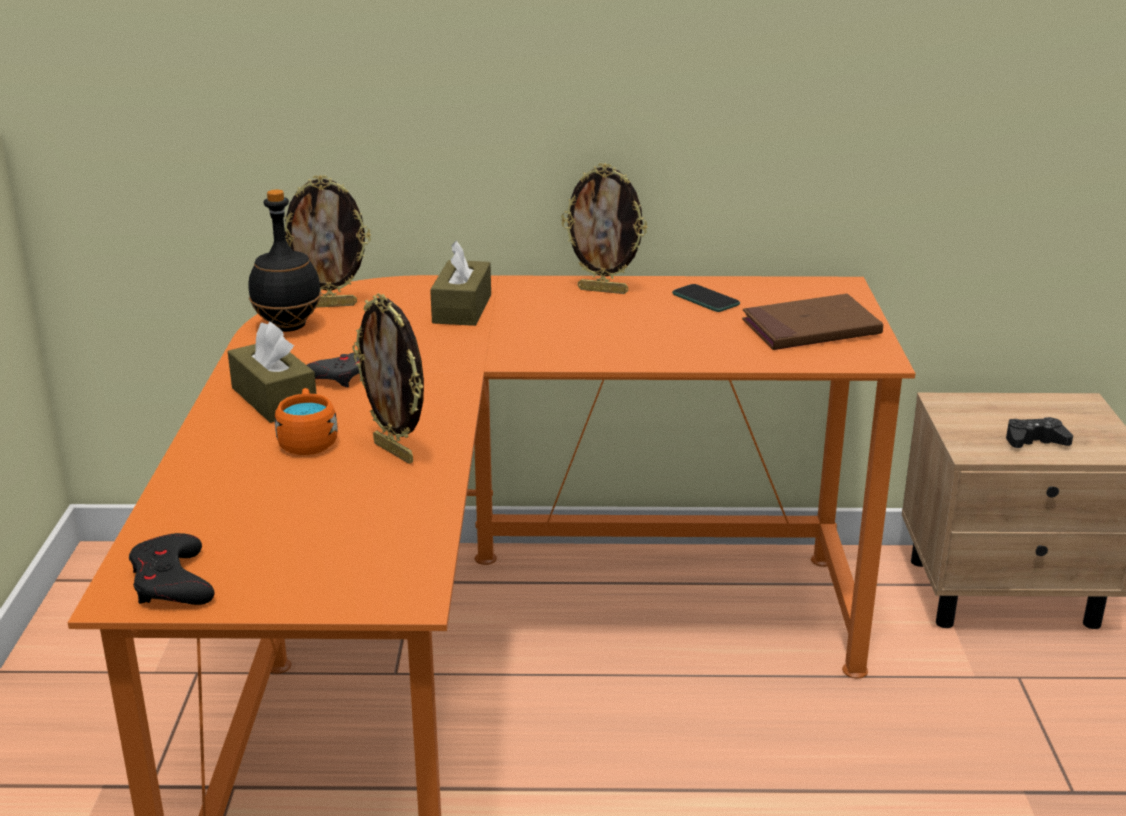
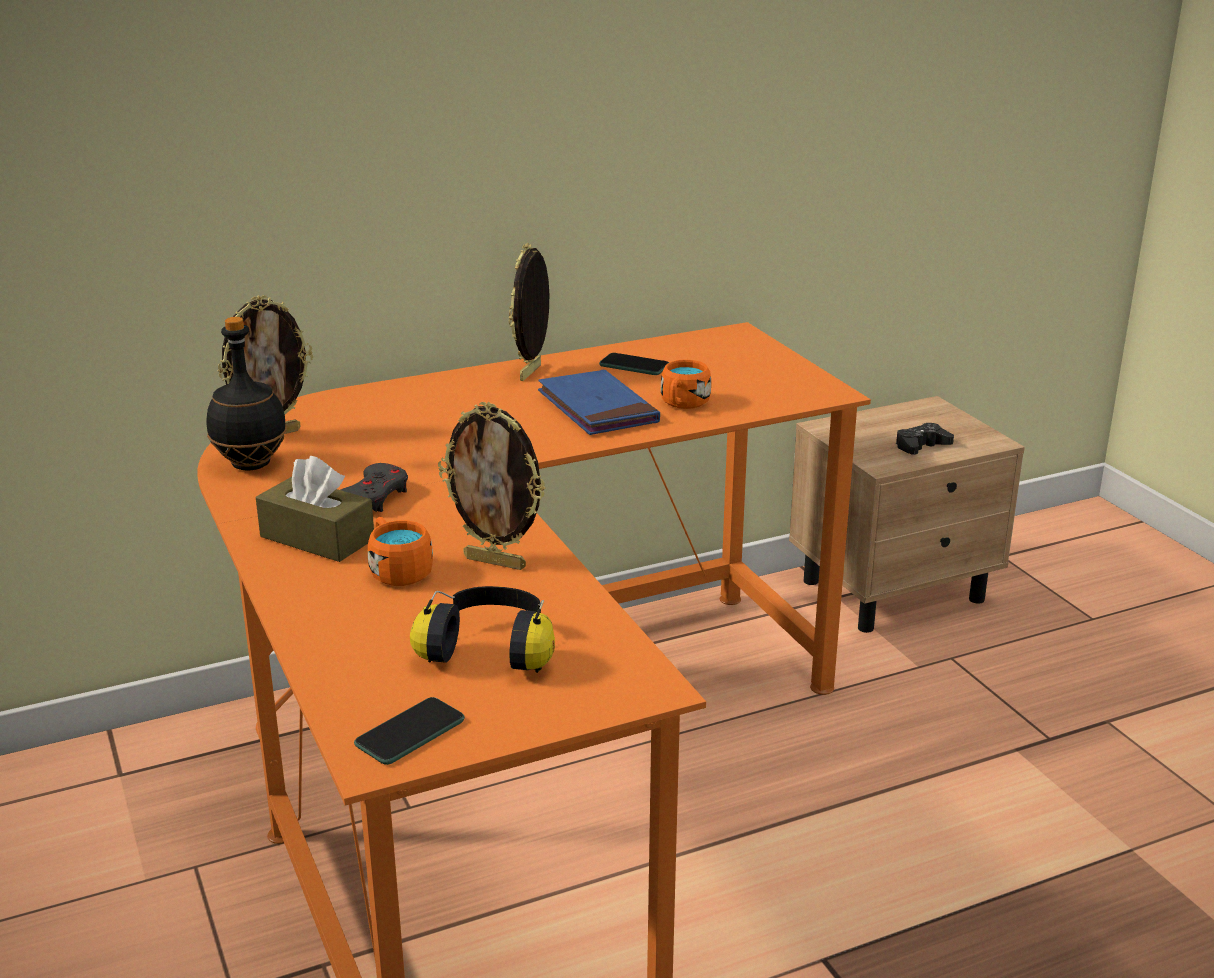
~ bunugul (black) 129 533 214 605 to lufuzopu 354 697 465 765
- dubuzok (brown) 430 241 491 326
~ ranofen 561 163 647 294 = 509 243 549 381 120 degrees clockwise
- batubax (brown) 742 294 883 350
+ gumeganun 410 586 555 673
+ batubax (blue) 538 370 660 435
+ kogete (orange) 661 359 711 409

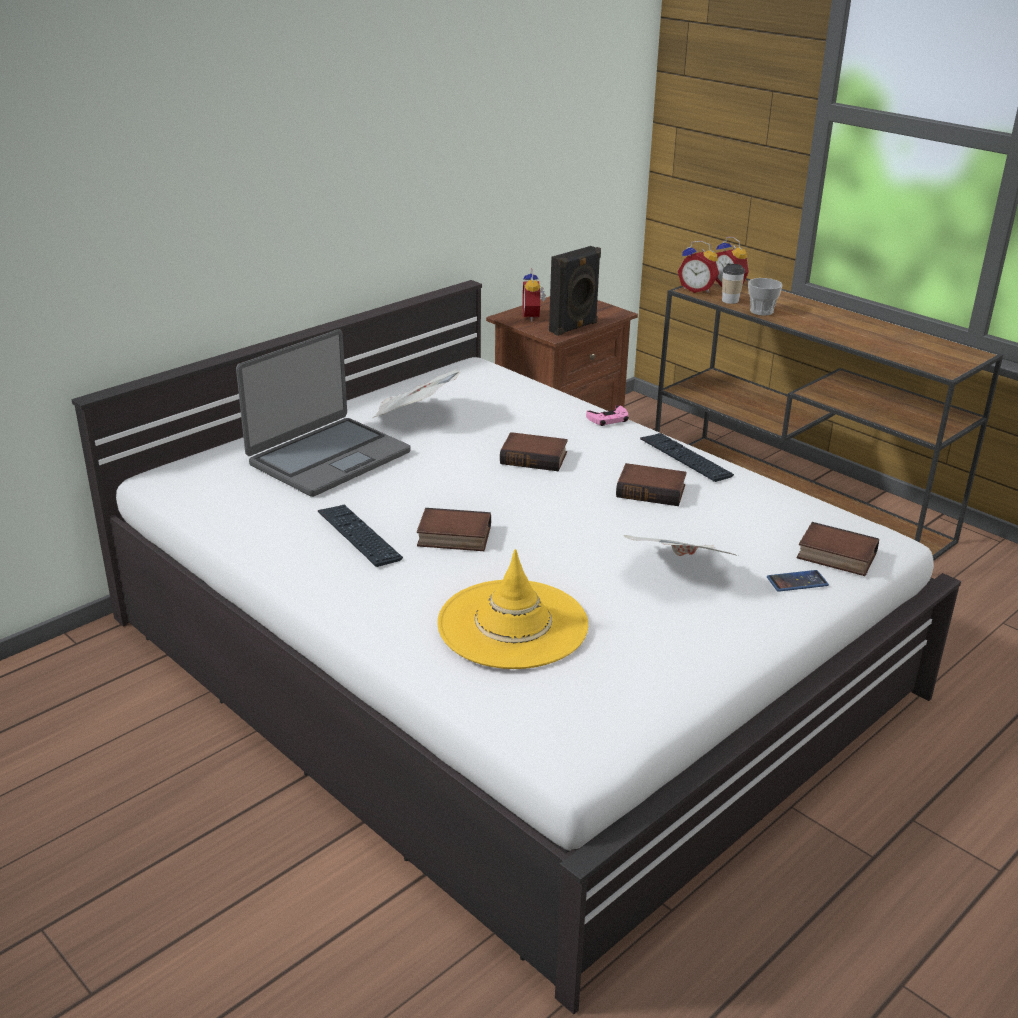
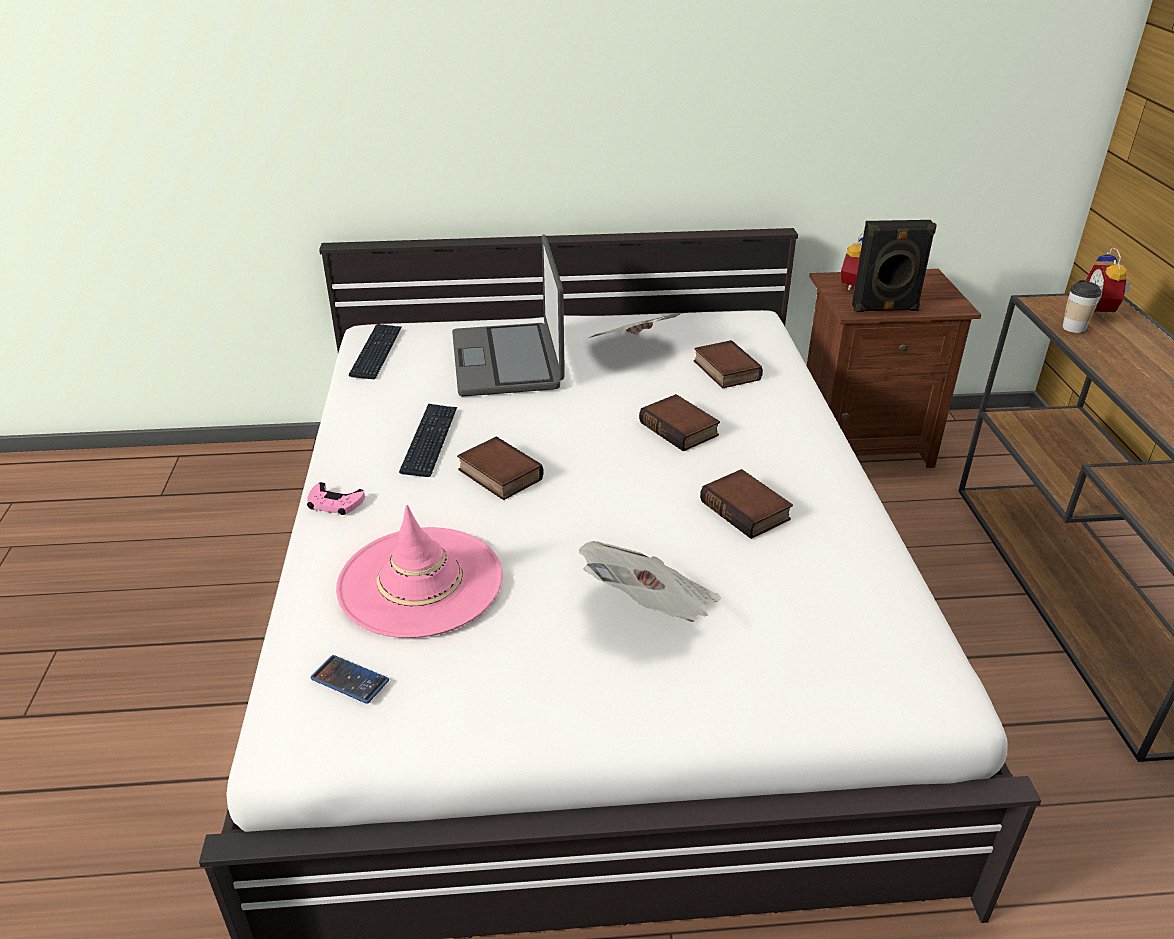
~ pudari 236 329 410 497 = 452 235 565 397 90 degrees clockwise
~ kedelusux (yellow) 437 549 588 669 to kedelusux (pink) 336 505 502 638
~ bunugul (pink) 586 405 629 426 to 307 482 365 515
~ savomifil 640 433 734 482 to 349 324 401 379
- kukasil 678 241 719 293
- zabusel 748 278 783 316
~ lufuzopu 767 570 829 592 to 310 655 389 704
~ batubax 797 522 879 576 to 694 340 763 388

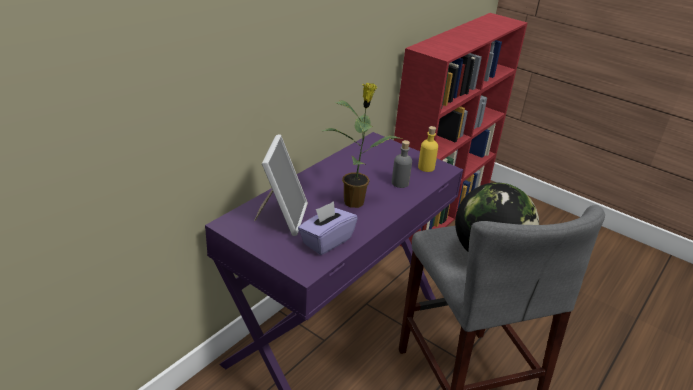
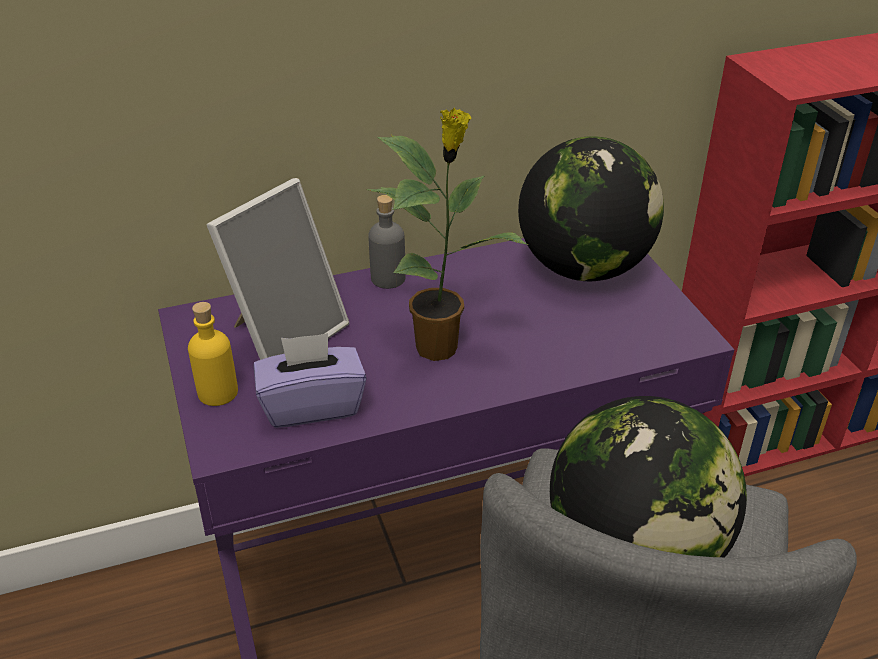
~ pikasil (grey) 392 140 412 188 to 368 195 406 289
~ pikasil (yellow) 418 126 438 172 to 188 302 238 406
+ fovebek 518 136 664 281

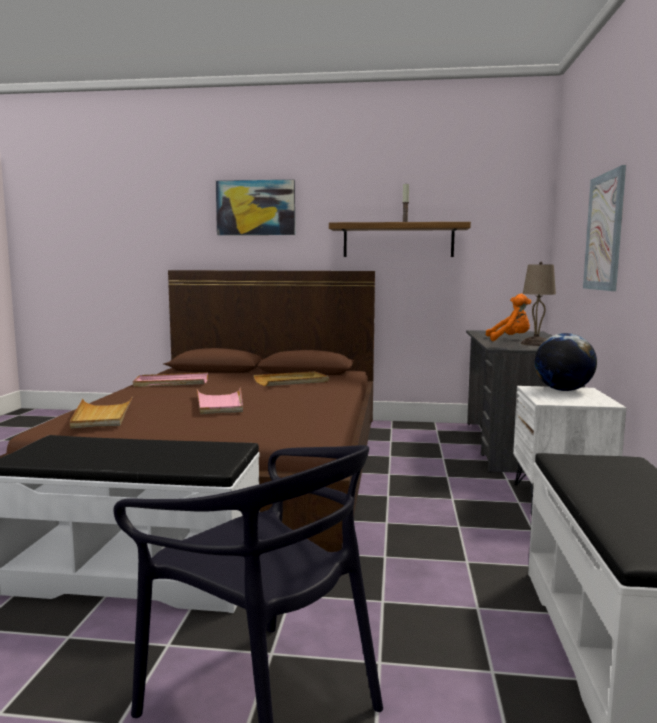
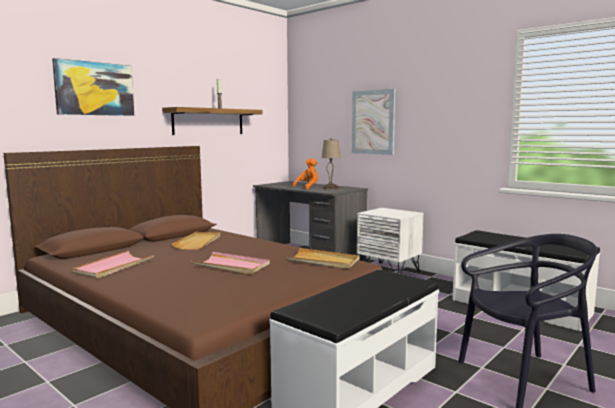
~ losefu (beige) 70 397 133 428 to 285 248 360 269
- fovebek 535 333 597 391

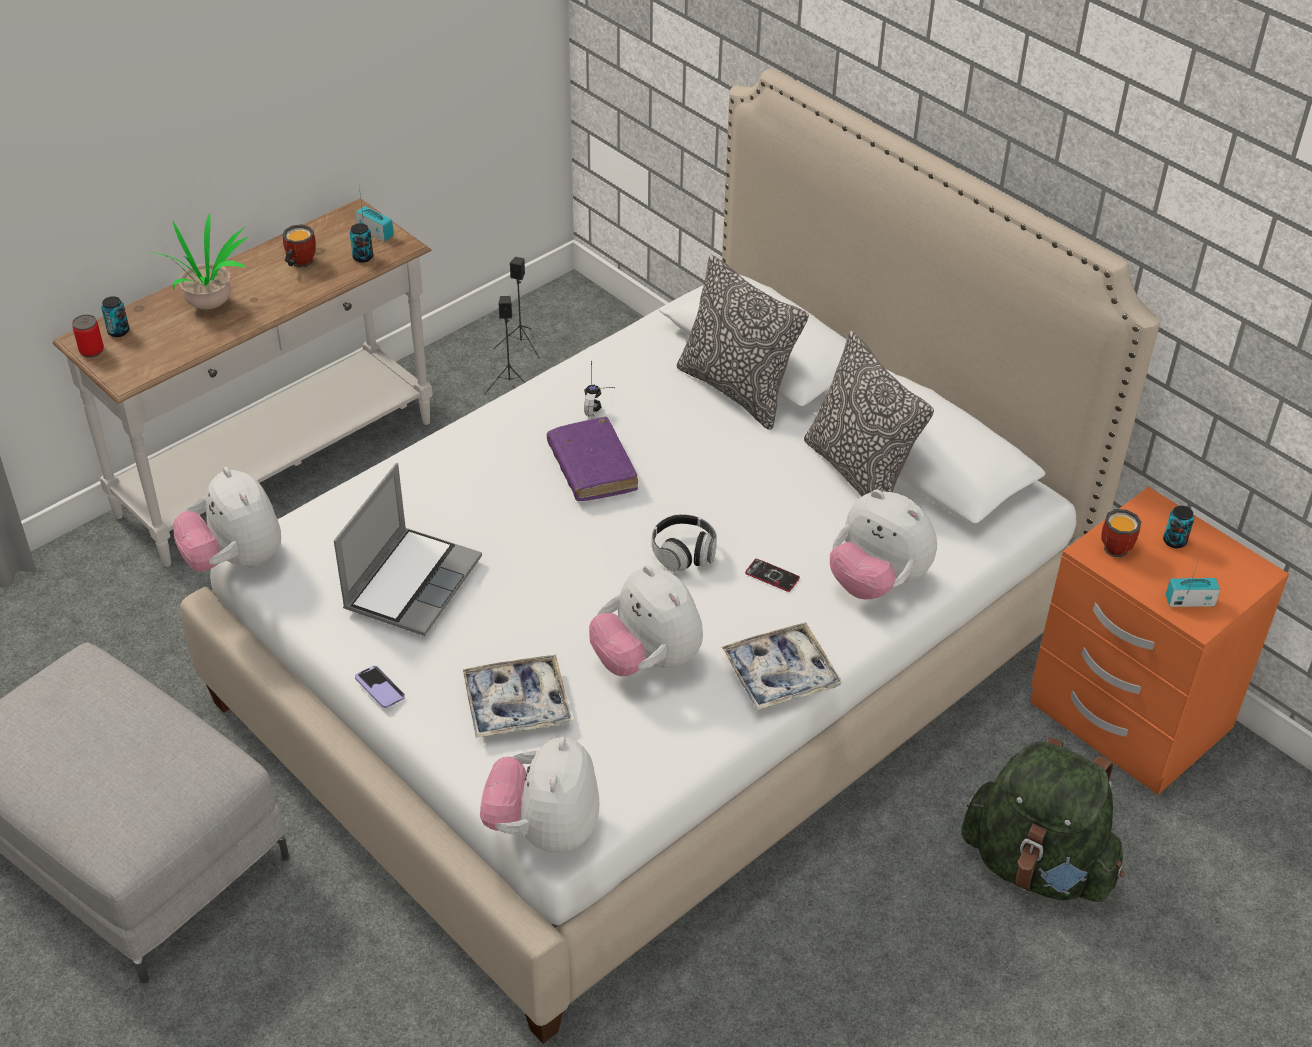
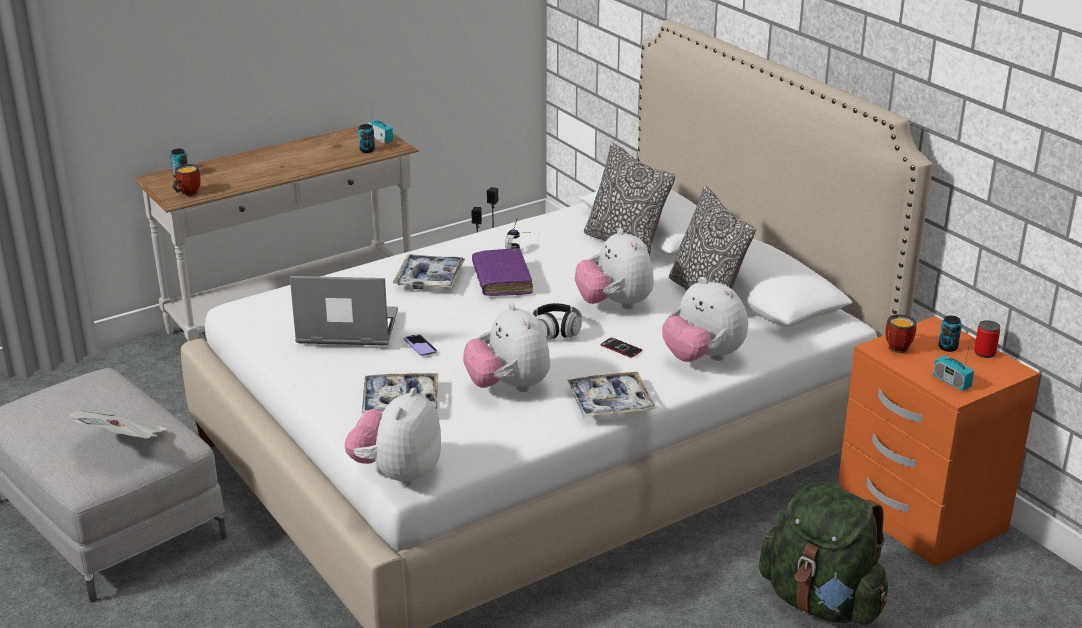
~ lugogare 72 315 104 358 to 974 320 1000 358
- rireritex 151 213 248 309
~ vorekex 173 467 281 572 to 575 228 654 309
~ kogete 282 224 316 268 to 173 164 201 196
~ pudari 334 463 482 636 = 290 276 398 346 120 degrees counterclockwise
~ lufuzopu 355 666 405 708 to 404 334 437 356
~ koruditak 1166 561 1220 607 = 933 335 974 391 135 degrees counterclockwise
+ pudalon 69 410 167 439
+ losefu 393 254 465 289

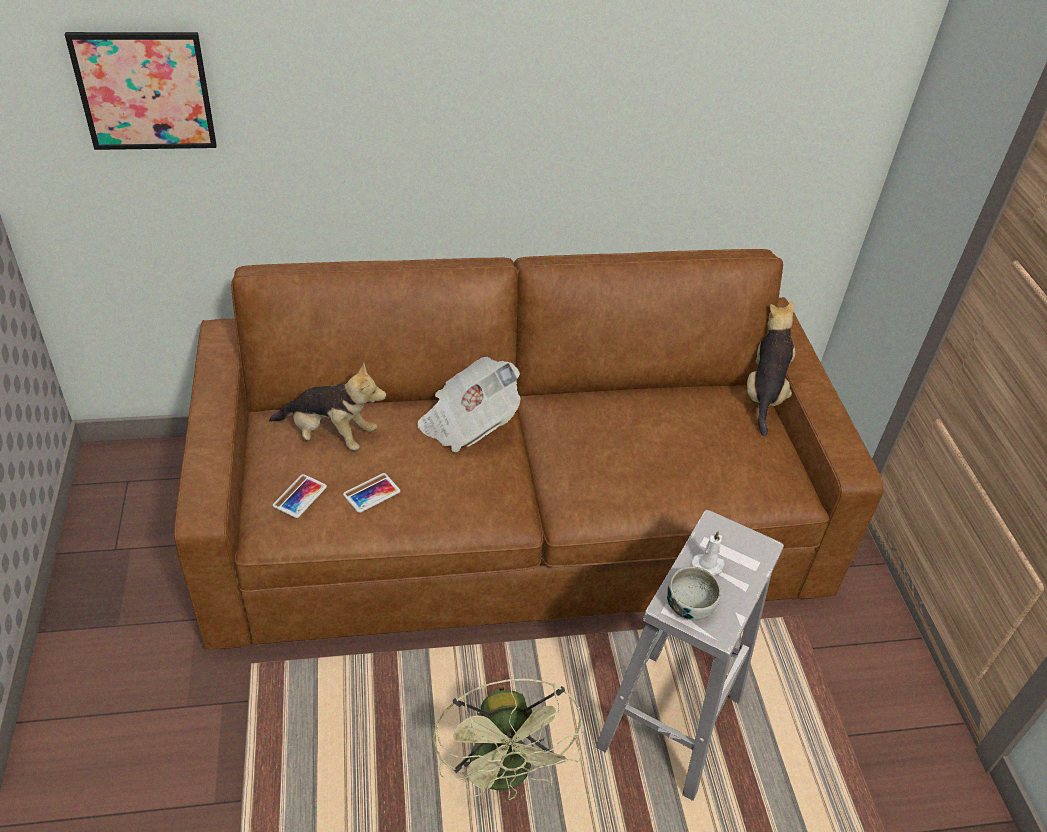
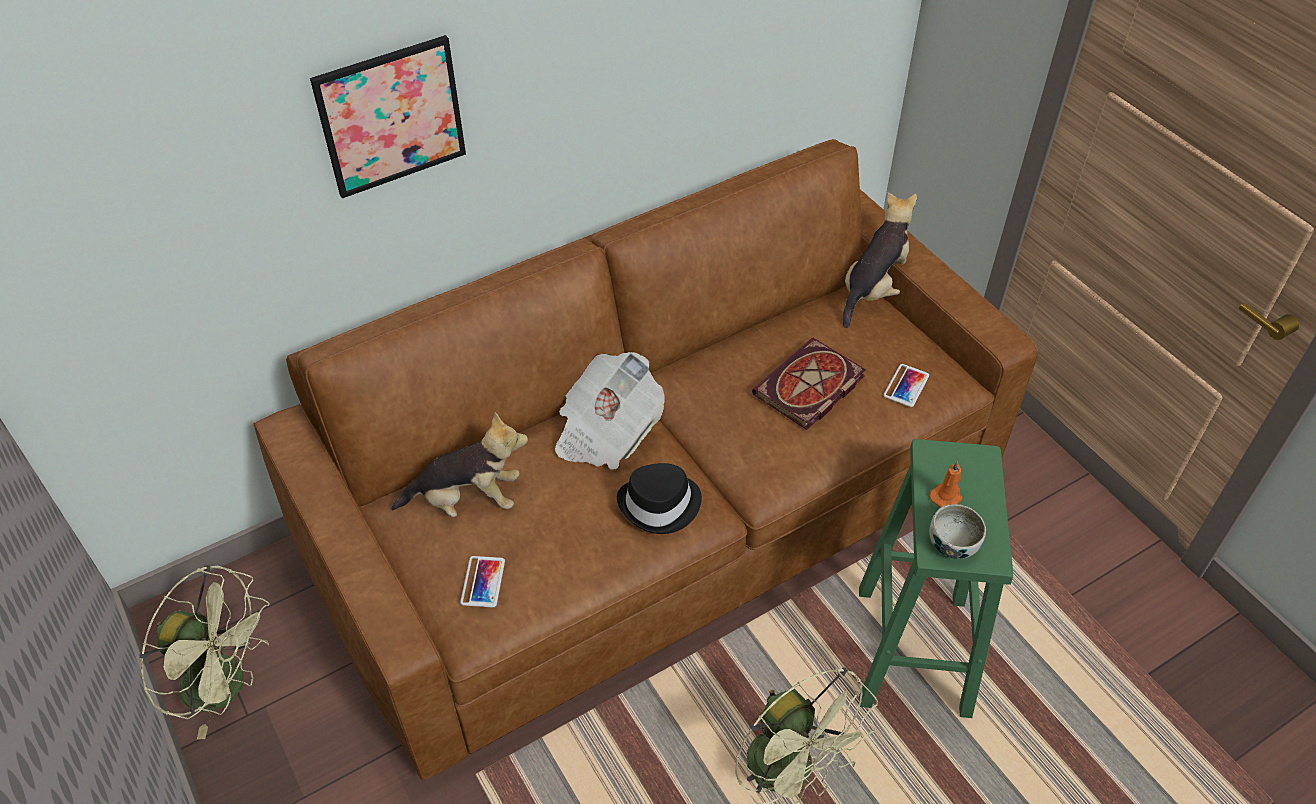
~ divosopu 65 32 217 150 to 310 35 466 198
~ lufuzopu 343 473 400 513 to 883 364 929 407
~ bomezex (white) 595 510 784 801 to bomezex (green) 859 439 1013 718
~ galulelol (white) 691 530 725 576 to galulelol (orange) 930 461 963 508
~ vorekex 747 301 795 436 = 843 192 917 328 45 degrees clockwise
+ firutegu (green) 139 565 270 740
+ kedelusux (black) 617 463 702 534
+ batubax 752 338 866 430

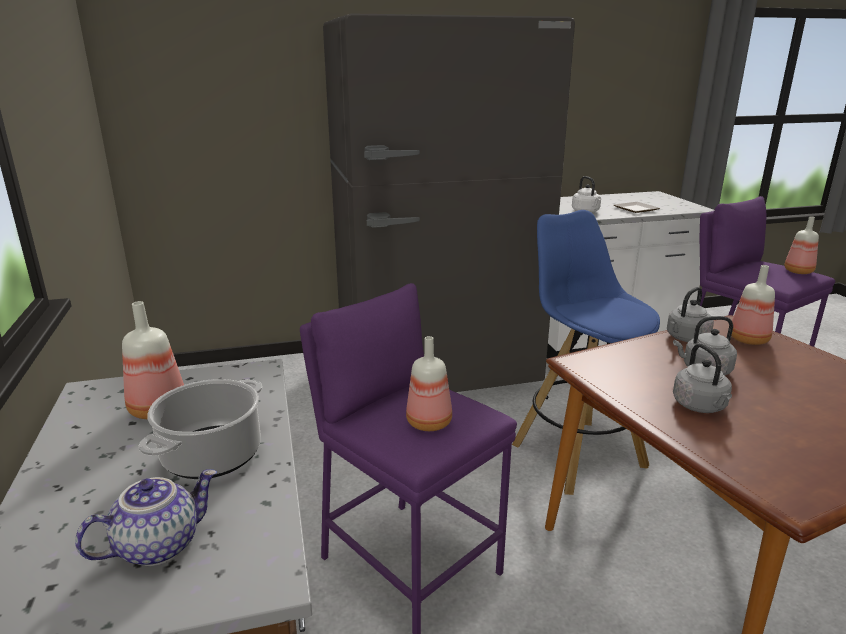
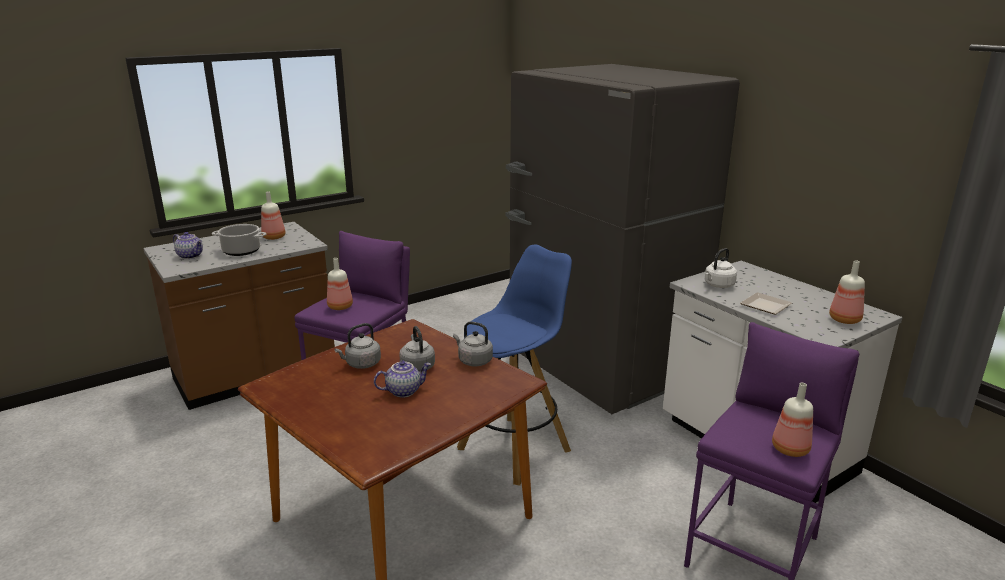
~ pikasil 731 265 775 345 to 829 260 865 324
+ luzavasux 374 360 431 398

